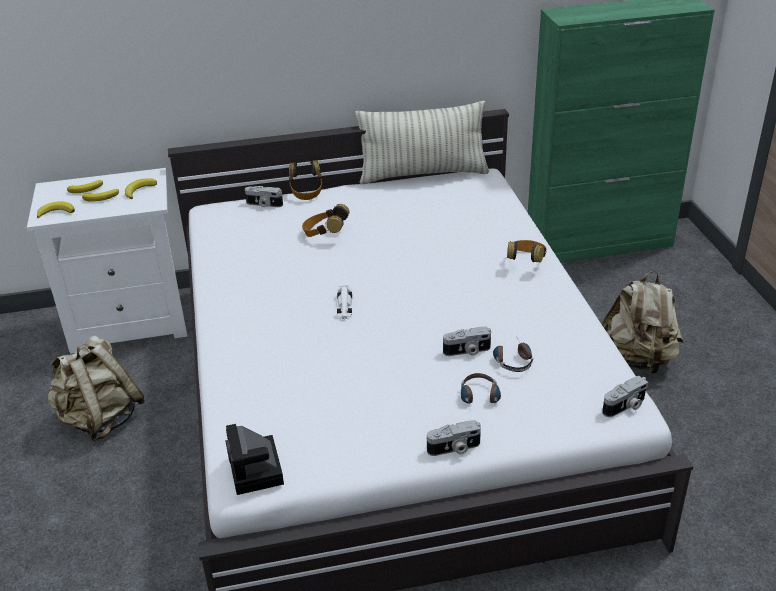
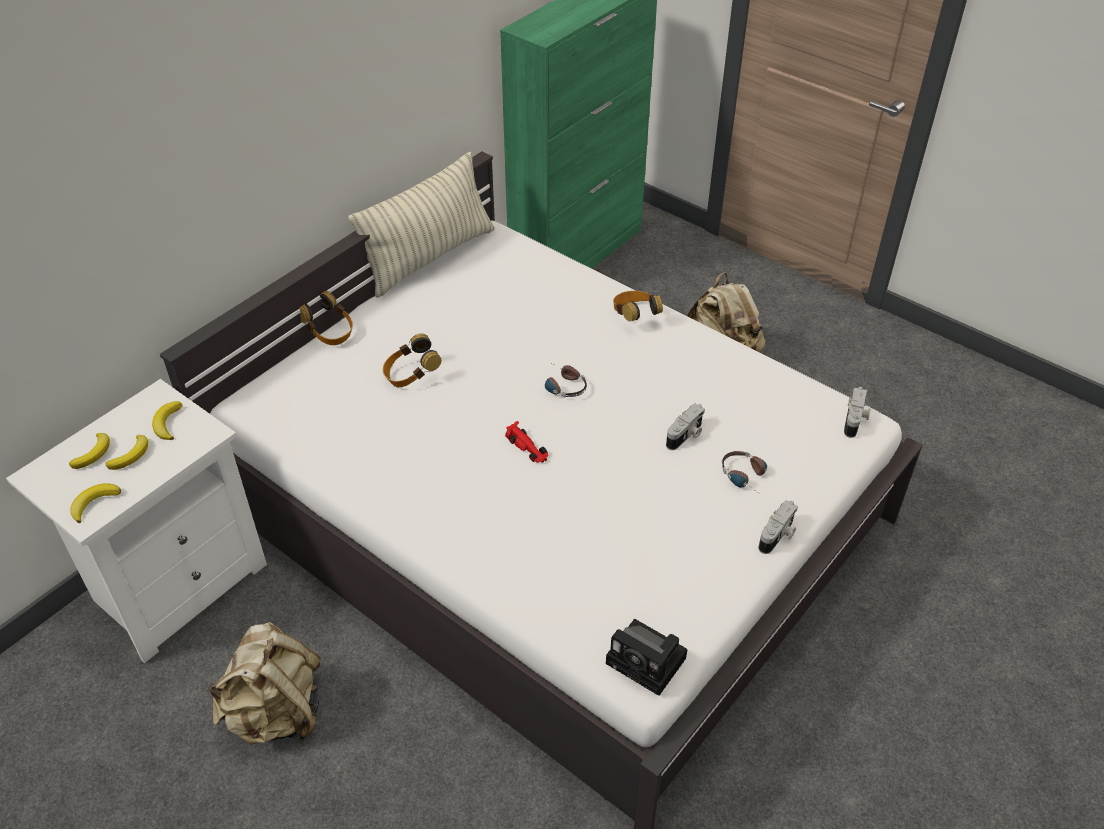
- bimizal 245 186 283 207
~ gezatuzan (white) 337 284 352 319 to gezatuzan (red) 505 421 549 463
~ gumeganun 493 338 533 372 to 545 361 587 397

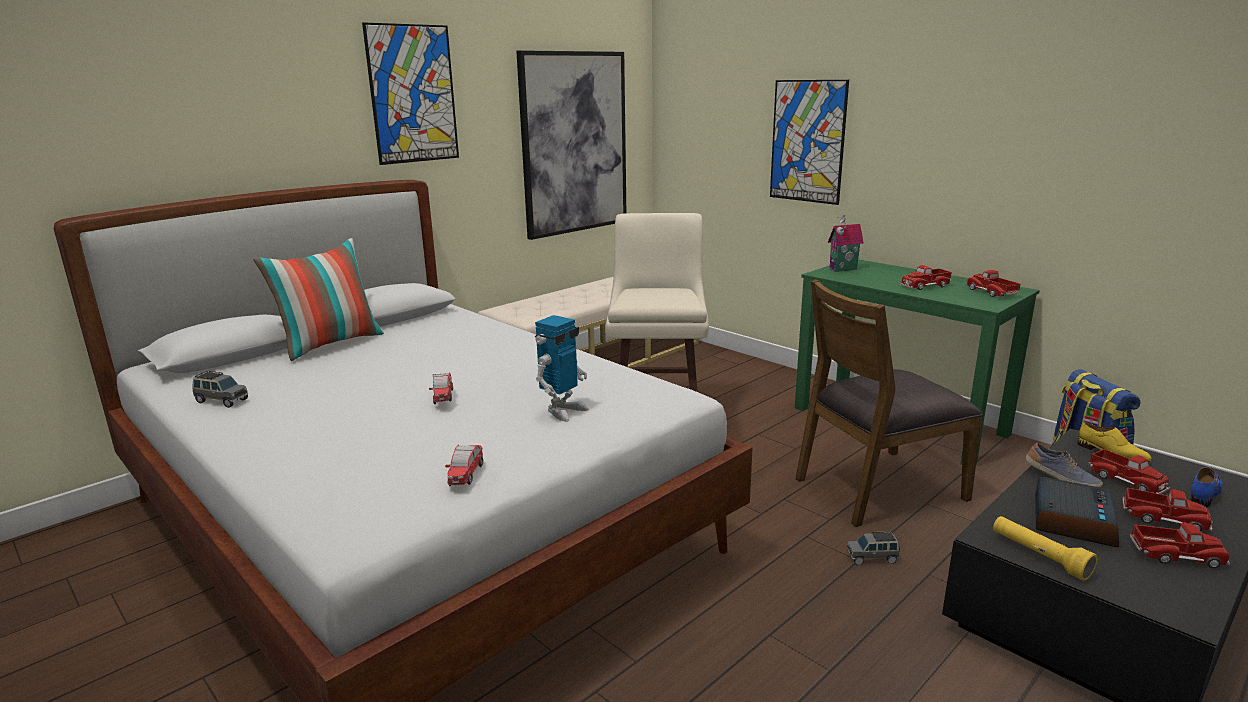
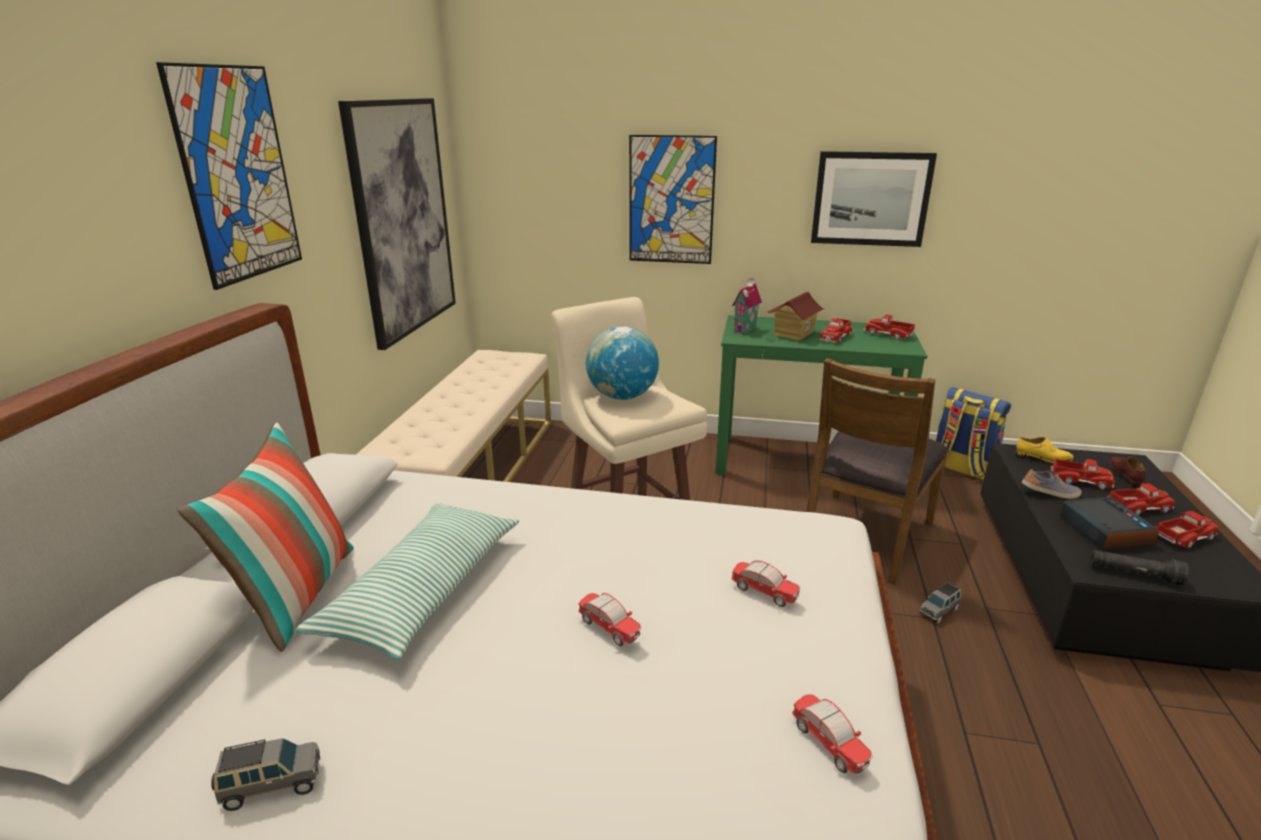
~ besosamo 535 315 589 422 to gezatuzan 731 560 800 607
~ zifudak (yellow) 993 516 1097 581 to zifudak (black) 1090 550 1189 586
~ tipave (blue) 1191 467 1223 507 to tipave (brown) 1110 457 1146 489
+ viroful 296 503 519 660
+ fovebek 586 326 659 400
+ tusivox 768 292 825 340
+ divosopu 811 151 937 247

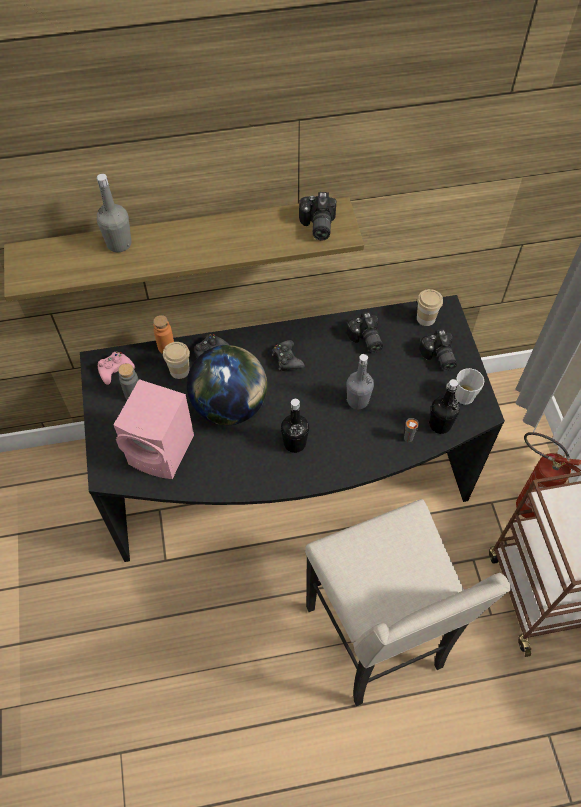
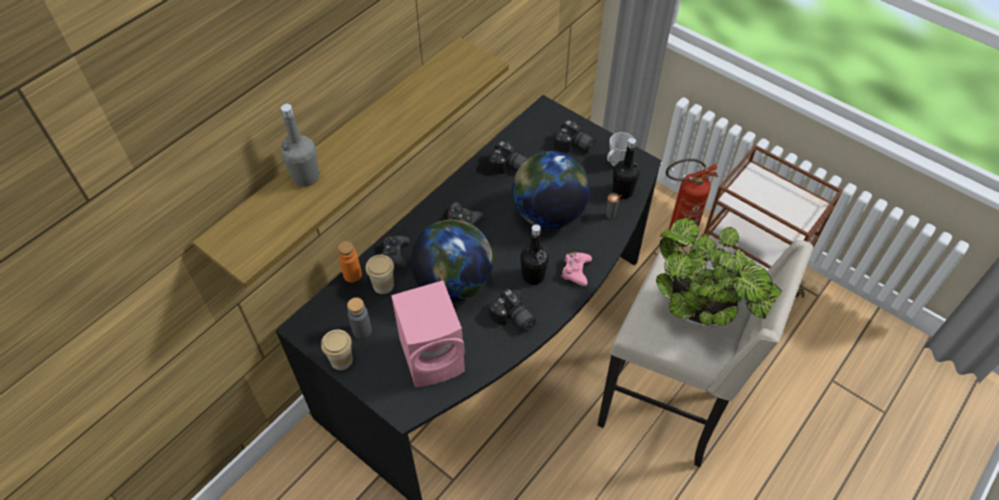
~ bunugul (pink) 98 351 135 385 to 561 252 592 286
~ bimizal 299 192 336 240 to 489 288 536 331
~ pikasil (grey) 347 354 374 409 to fovebek 512 151 590 229
~ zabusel 417 289 443 326 to 321 329 353 370
+ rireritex 656 218 782 327

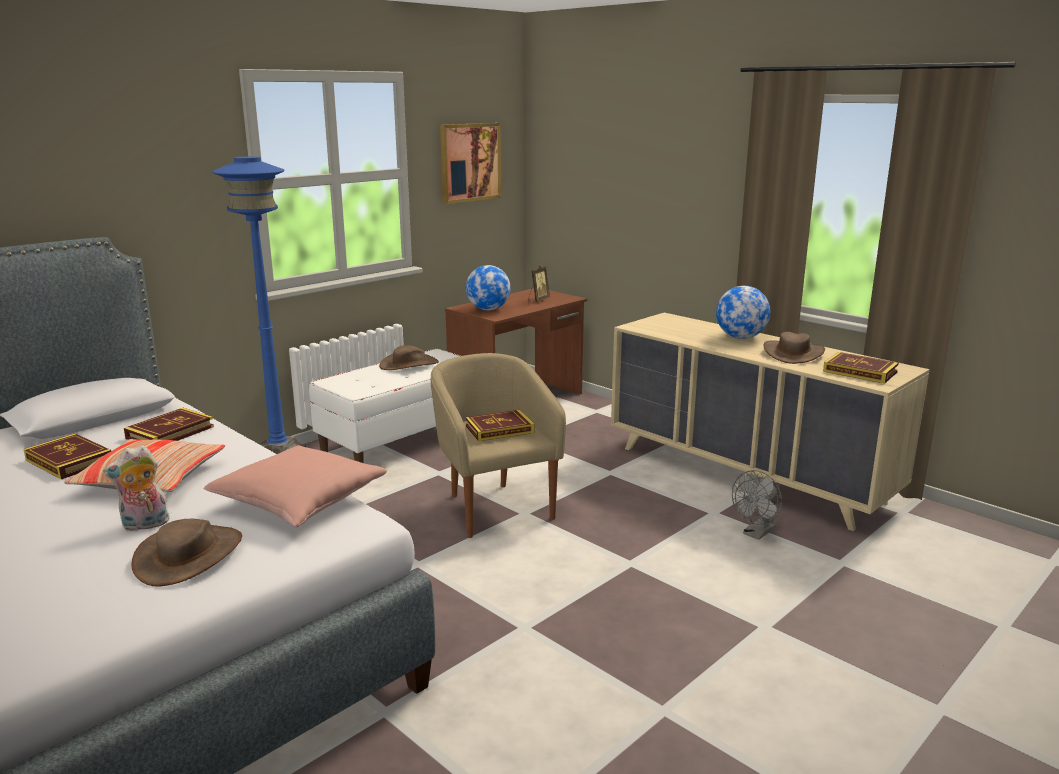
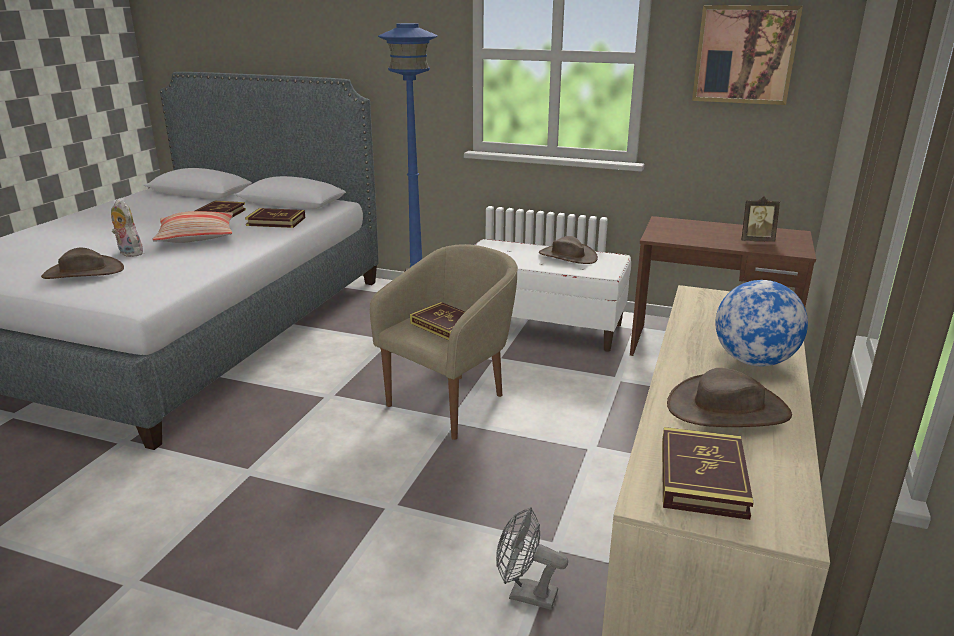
- viroful (pink) 203 446 387 527
- fovebek 466 265 511 310

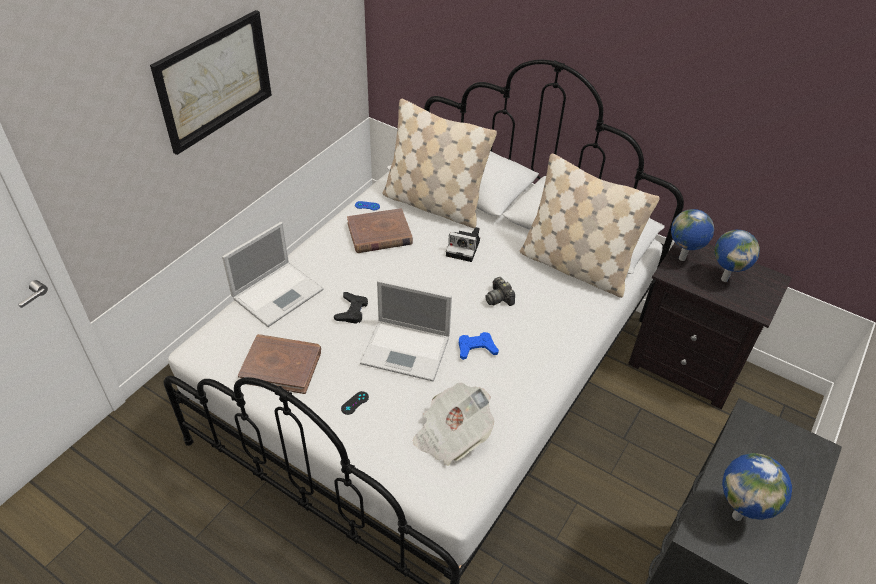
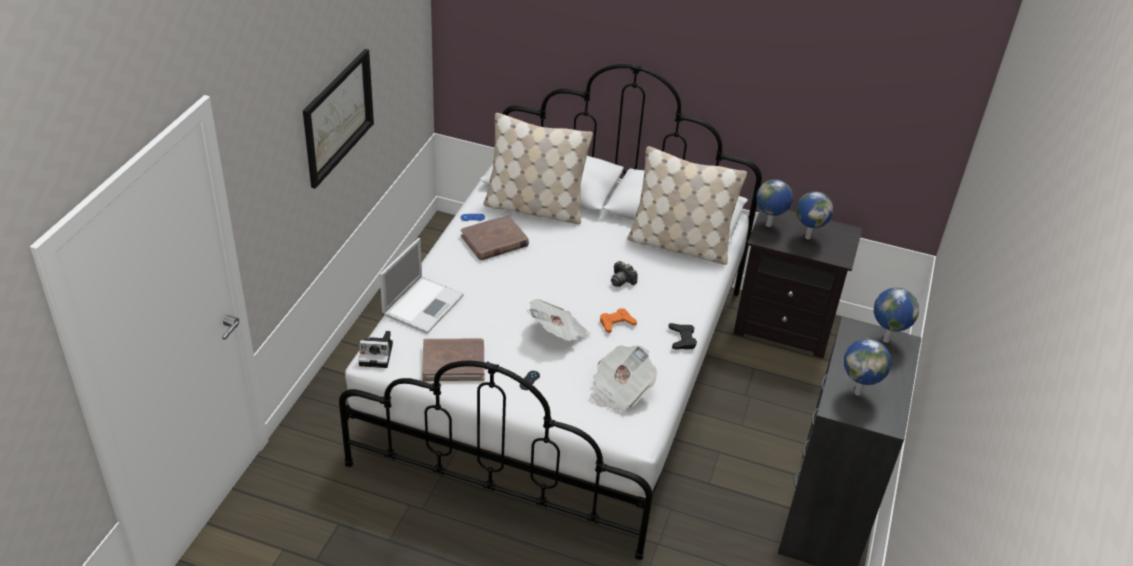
~ bunugul (black) 334 292 368 324 to 668 323 697 349
~ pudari 360 280 452 382 to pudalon 527 299 590 341
~ bimizal 446 227 480 262 to 358 331 393 368
~ bunugul (blue) 459 332 499 360 to bunugul (orange) 600 308 637 333
+ fovebek 874 288 919 343

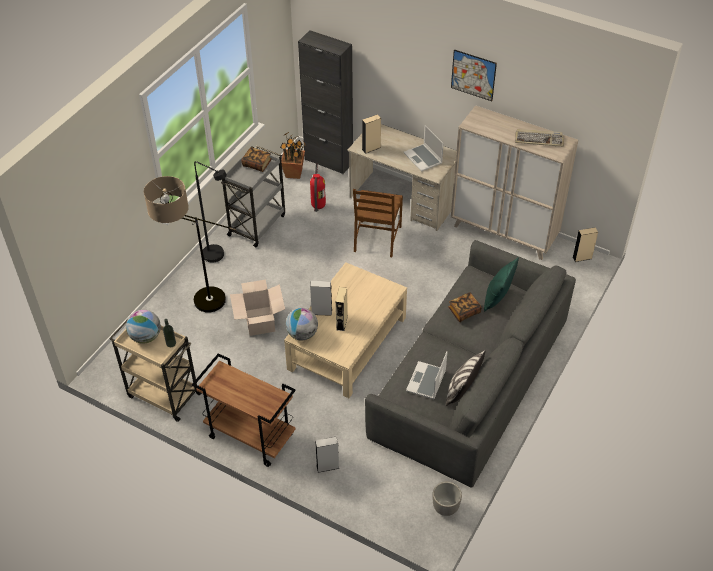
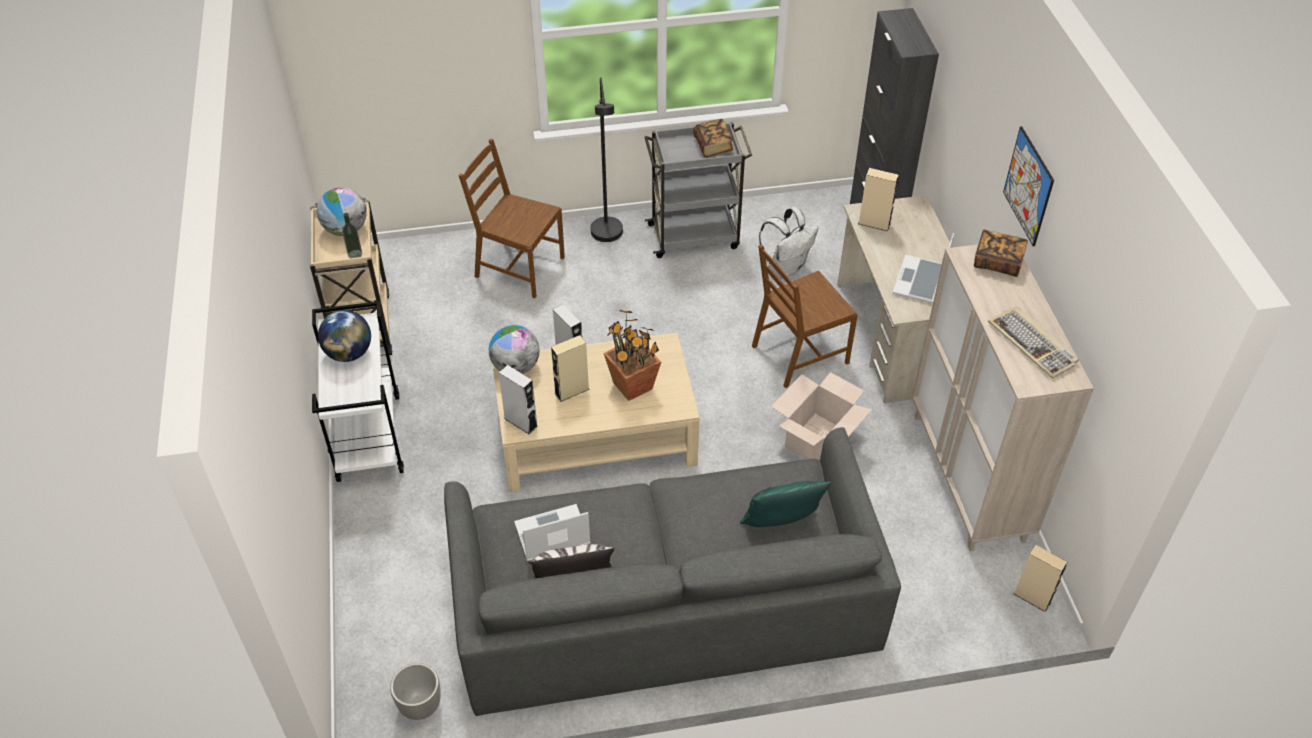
~ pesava 144 176 237 312 to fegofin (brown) 458 139 565 298
~ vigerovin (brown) 192 353 296 467 to vigerovin (white) 312 301 404 482
~ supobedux 230 279 285 336 to 771 372 872 461
~ rireritex 280 132 306 179 to 604 310 661 401
~ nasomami 310 163 326 212 to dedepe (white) 759 207 819 278
~ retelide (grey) 315 437 339 473 to 499 365 538 434
~ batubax 448 292 482 322 to 974 229 1028 277
+ fovebek 318 310 371 362

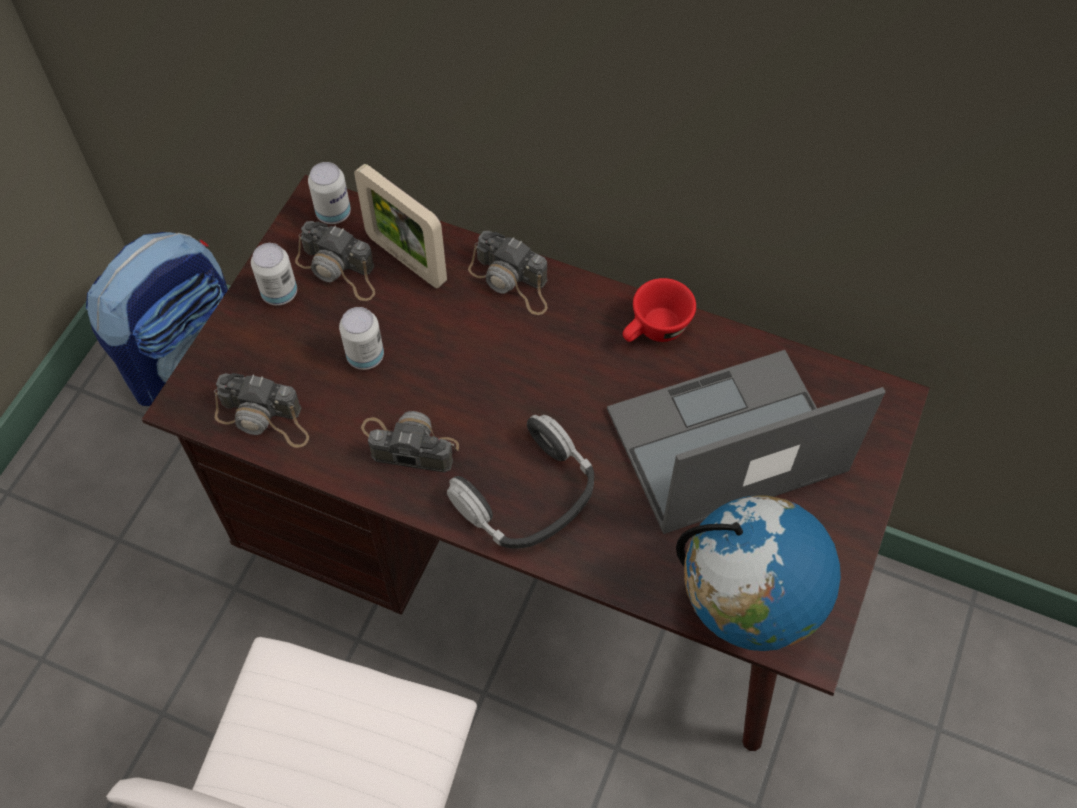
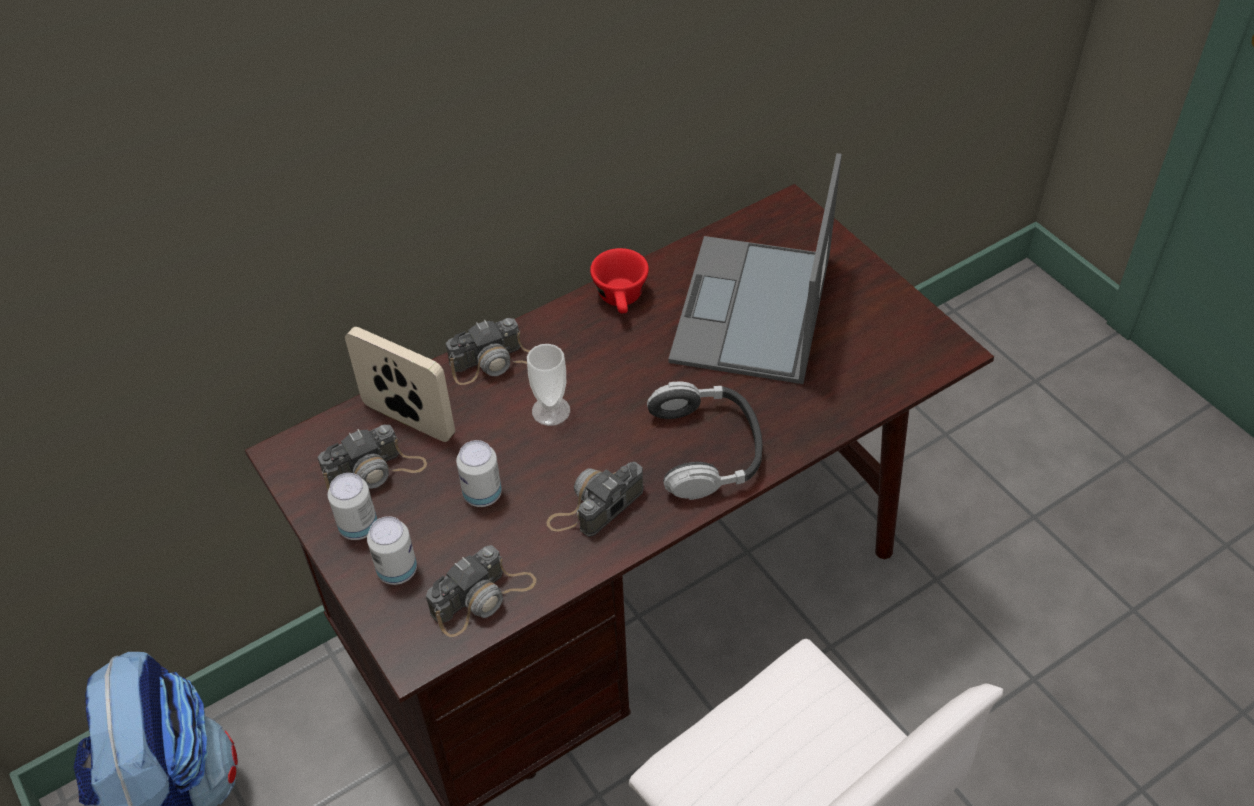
~ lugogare 308 162 351 224 to 367 516 417 585
~ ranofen 354 164 447 288 = 345 327 455 442 135 degrees counterclockwise
- fovebek 676 495 841 651
+ zabusel 527 344 570 426

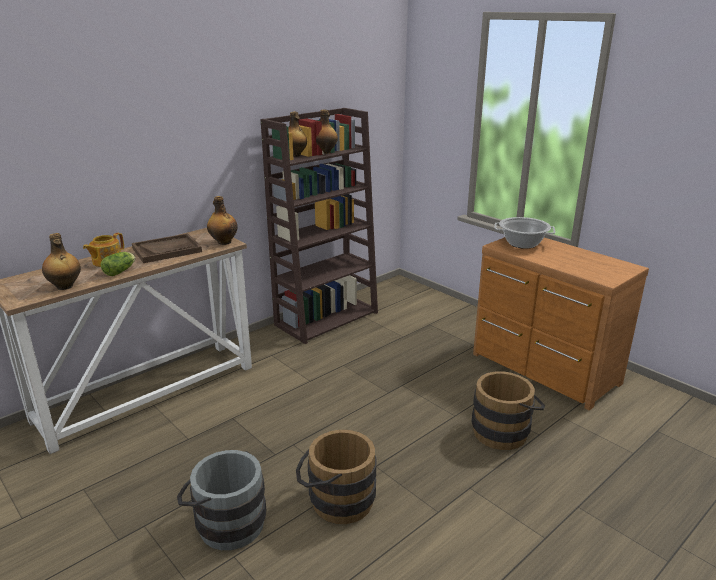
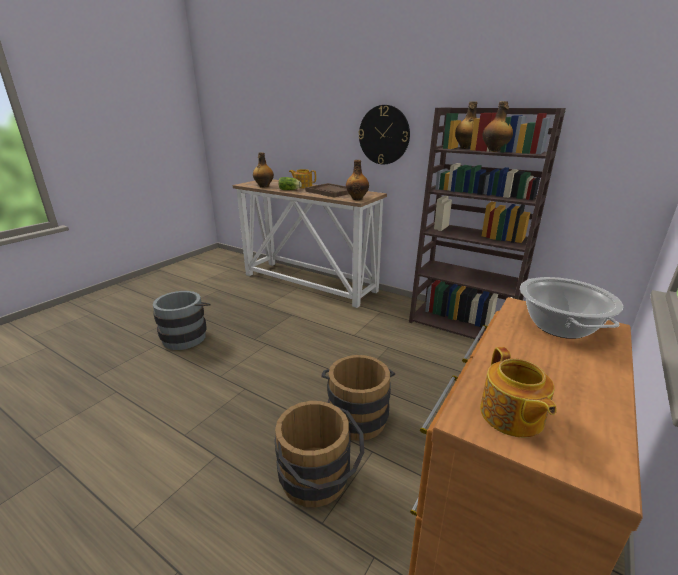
~ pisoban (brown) 296 429 377 524 to 321 355 395 441
+ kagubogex 358 105 410 165
+ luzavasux 480 347 557 438

